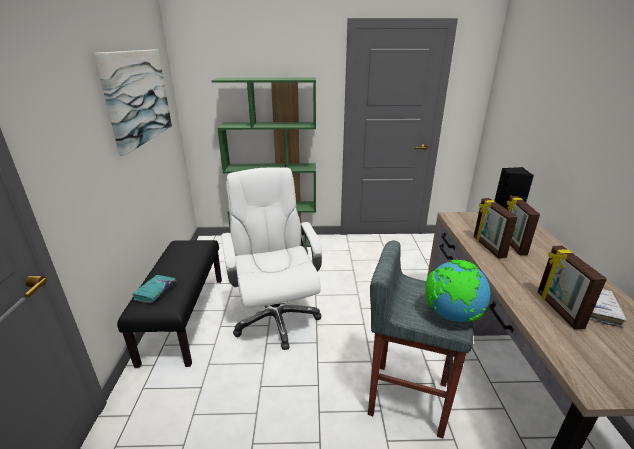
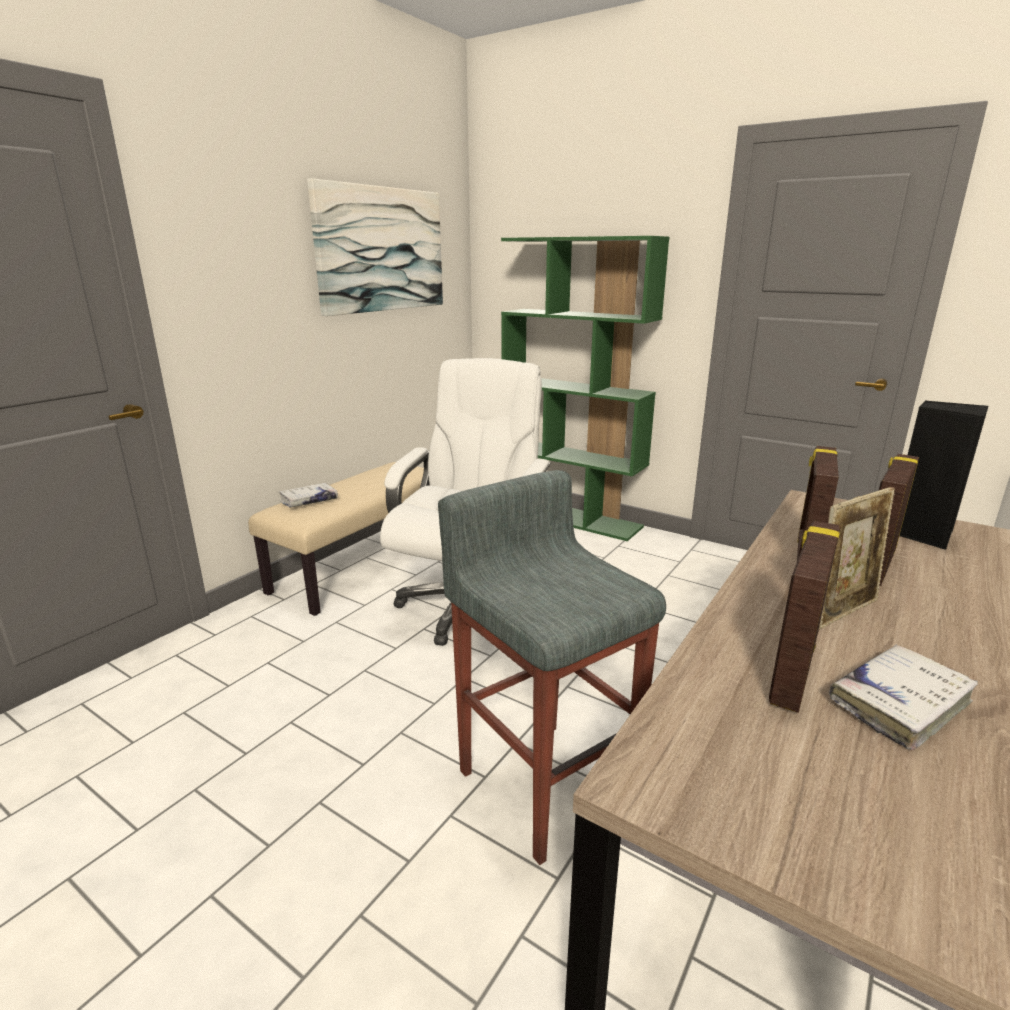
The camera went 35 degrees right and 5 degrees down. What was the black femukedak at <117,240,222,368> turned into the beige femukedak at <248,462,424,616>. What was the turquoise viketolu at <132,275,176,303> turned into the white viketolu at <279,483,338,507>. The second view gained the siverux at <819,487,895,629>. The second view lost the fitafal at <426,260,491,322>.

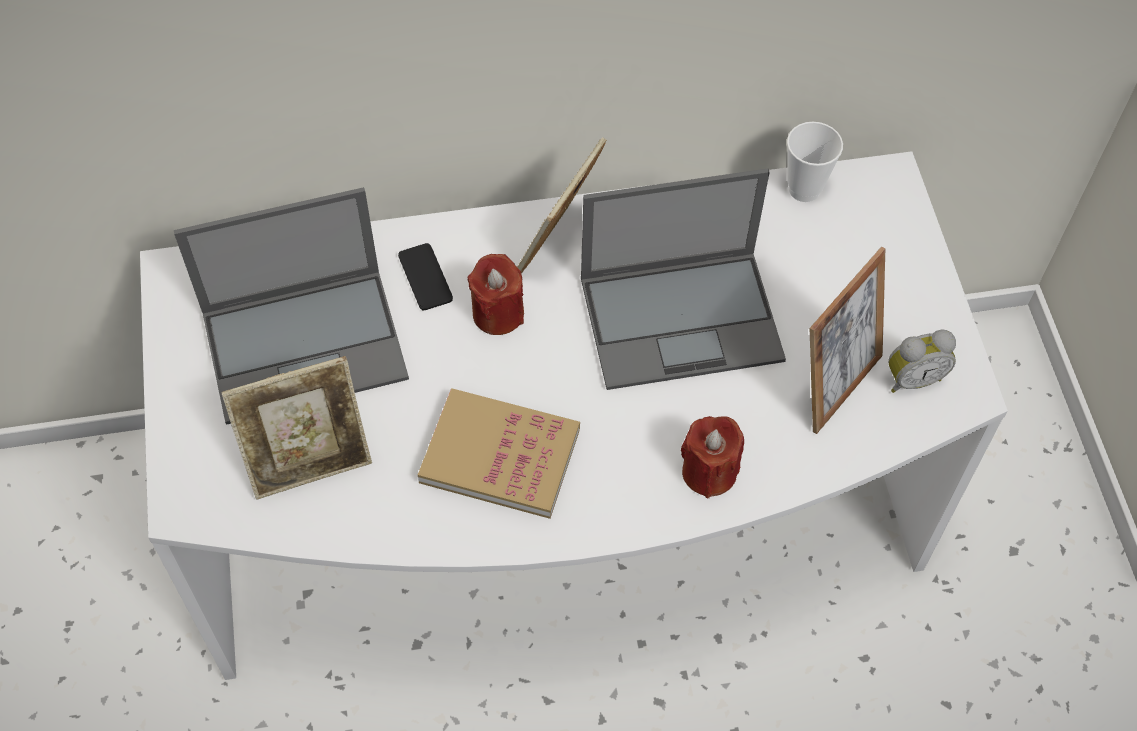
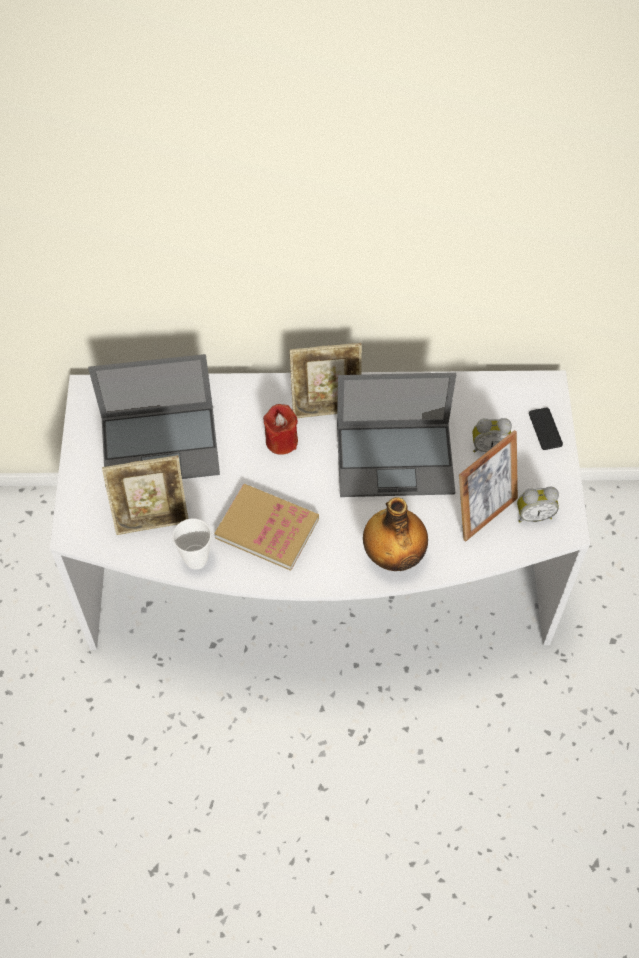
The camera went 10 degrees right and 0 degrees up. The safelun ended up elsewhere, having gone from <787,122,843,202> to <172,518,212,569>. The siverux at <517,137,606,274> ended up facing another way, 135 degrees counterclockwise from before. Where the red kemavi stood at <681,416,744,498>, the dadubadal came to stand at <363,497,428,571>. The second view gained the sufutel at <473,418,512,453>. The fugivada ended up elsewhere, having gone from <398,243,453,311> to <529,408,563,450>.

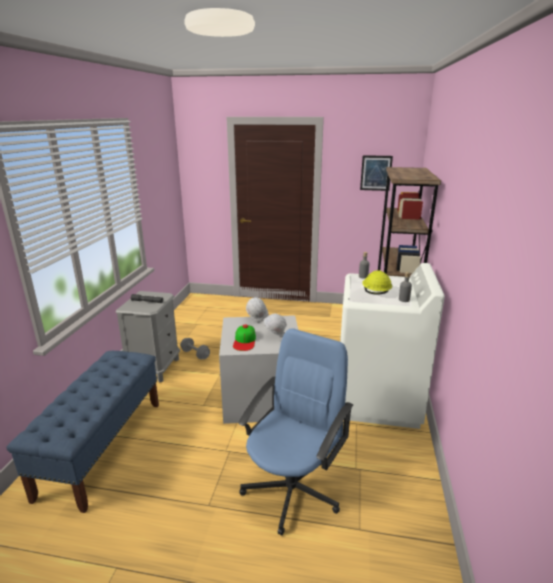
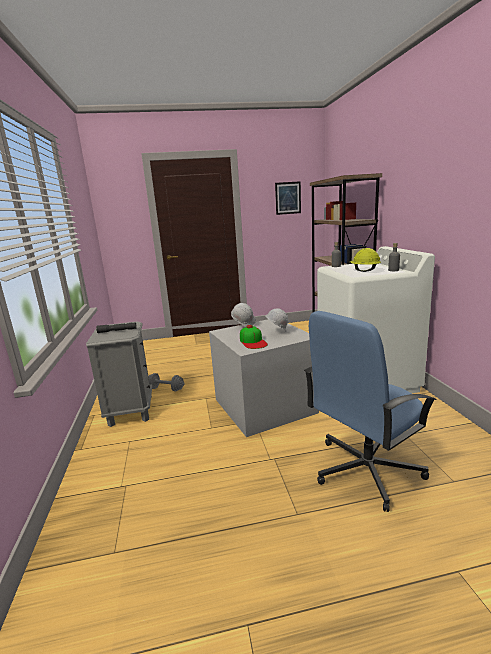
The camera went 20 degrees left and 5 degrees down. The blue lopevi at <238,329,353,536> ended up facing another way, 135 degrees counterclockwise from before. The second view lost the blue femukedak at <7,351,159,513>.

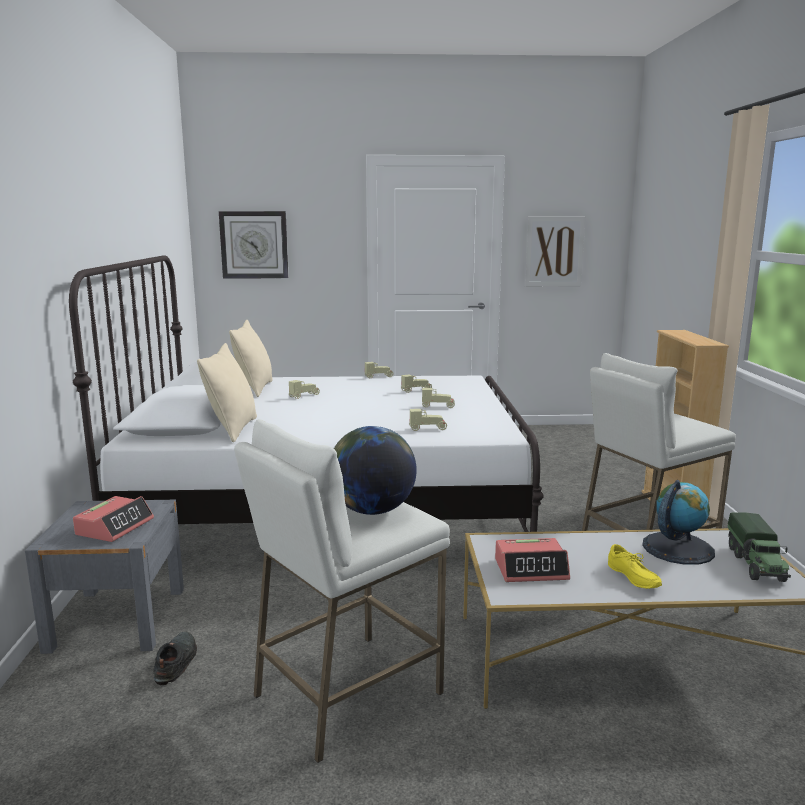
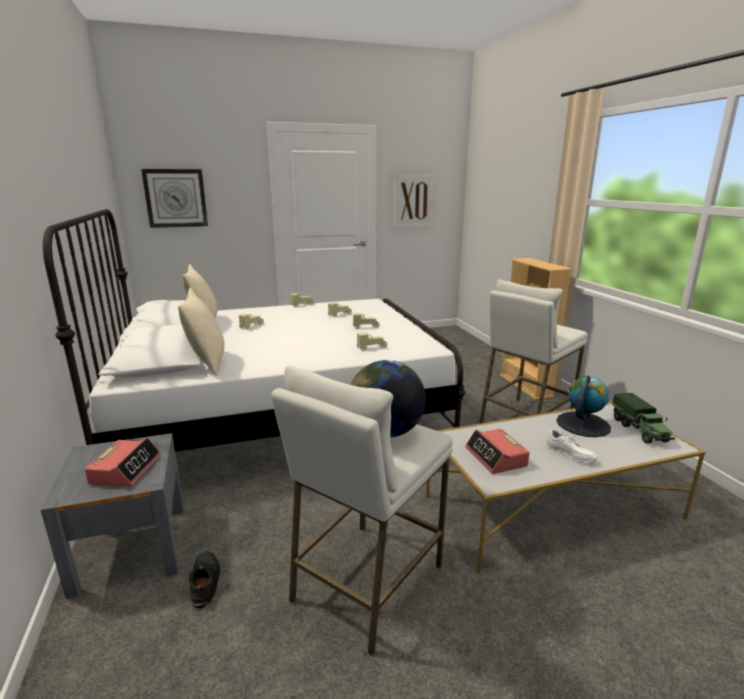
The camera went 15 degrees left and 5 degrees up. The sufutel at <495,538,570,582> ended up facing another way, 90 degrees clockwise from before. What was the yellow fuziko at <608,544,662,589> turned into the white fuziko at <547,429,597,463>.

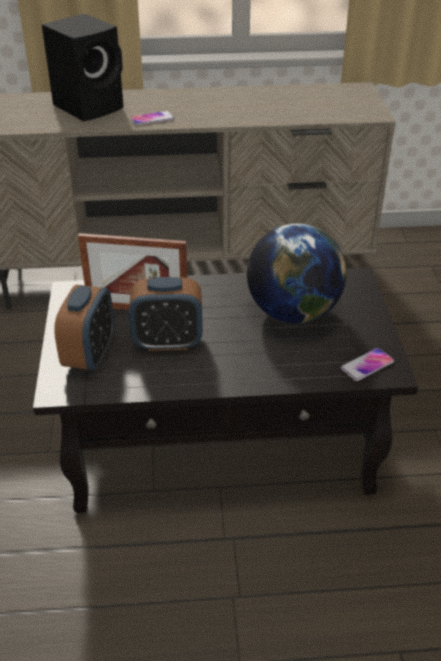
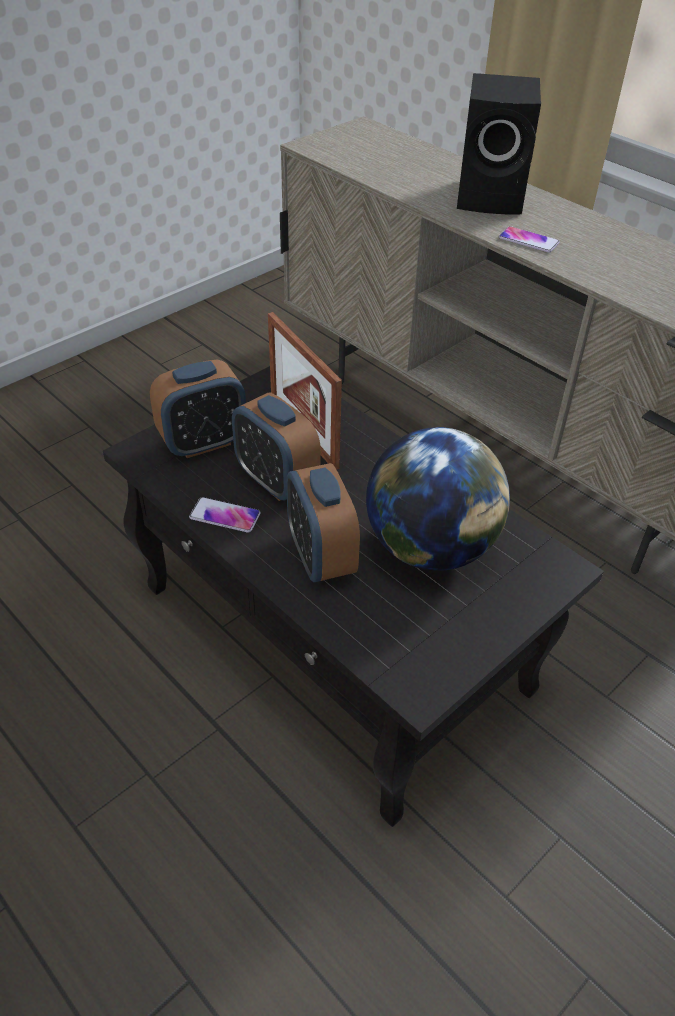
The camera went 50 degrees right and 5 degrees up. The fugivada ended up elsewhere, having gone from <340,348,394,381> to <189,497,261,533>. The second view gained the sufutel at <286,463,360,582>.

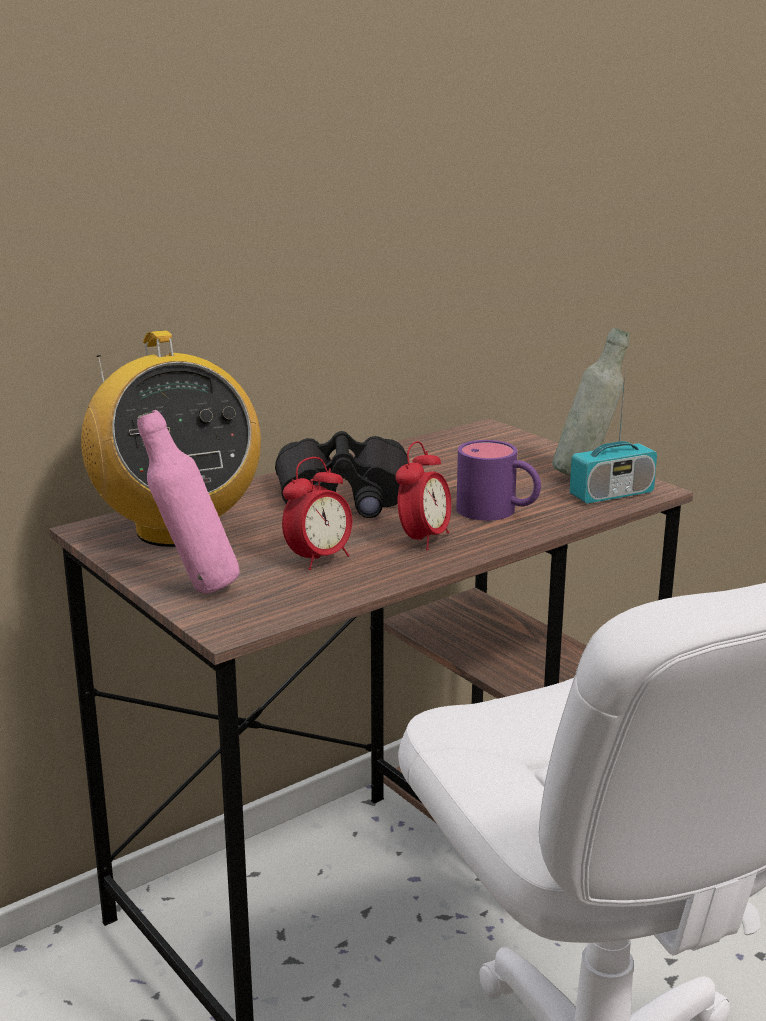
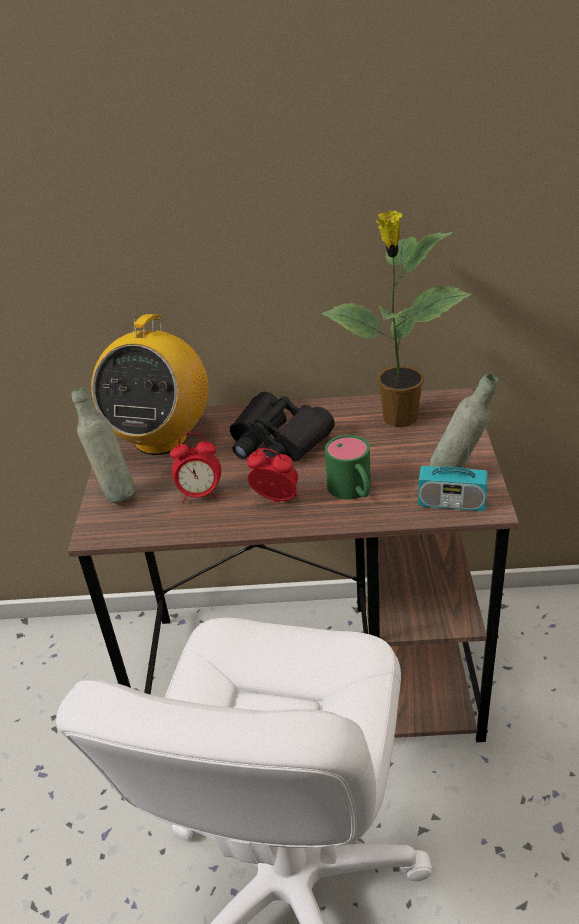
The camera went 40 degrees right and 15 degrees up. What was the pink dadubadal at <137,410,239,594> turned into the grey dadubadal at <71,387,136,503>. The sufutel at <395,441,451,550> ended up facing another way, 135 degrees counterclockwise from before. The second view gained the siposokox at <321,210,472,427>. What was the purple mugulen at <456,440,541,521> turned into the green mugulen at <325,435,371,500>.

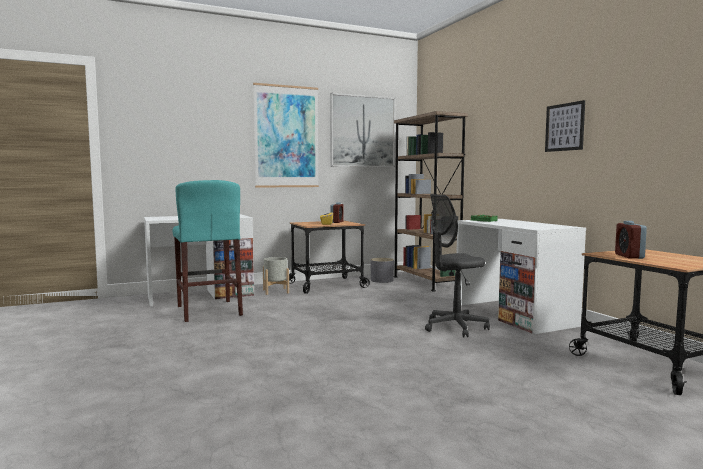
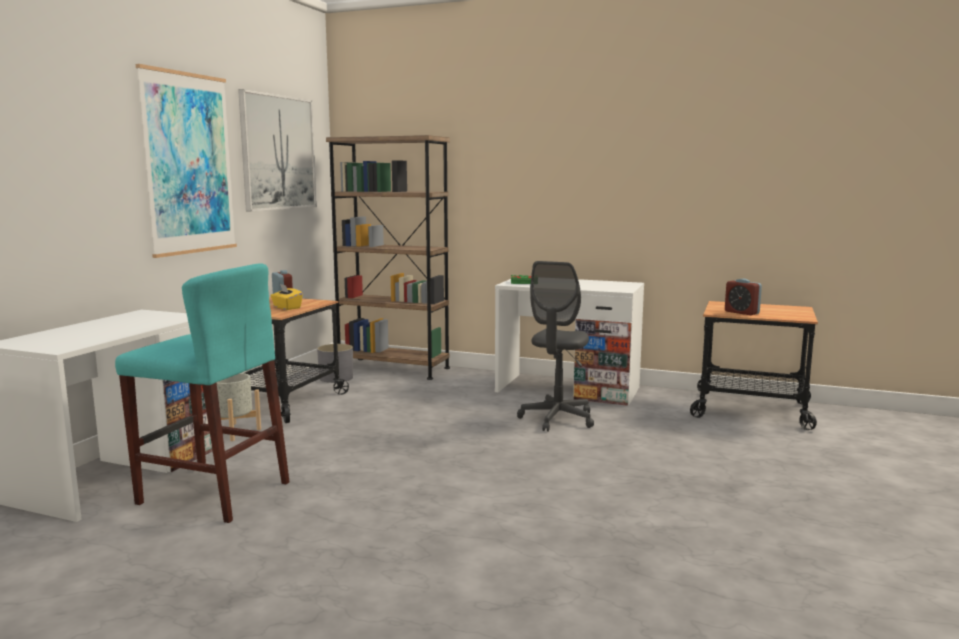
The camera went 45 degrees left and 5 degrees up. The second view lost the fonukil at <545,100,585,152>.

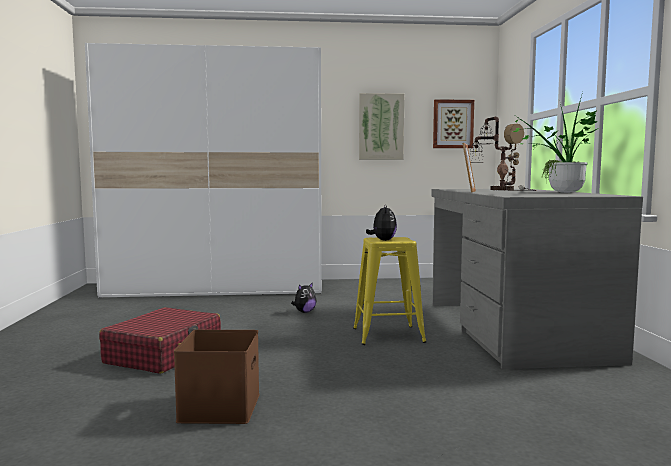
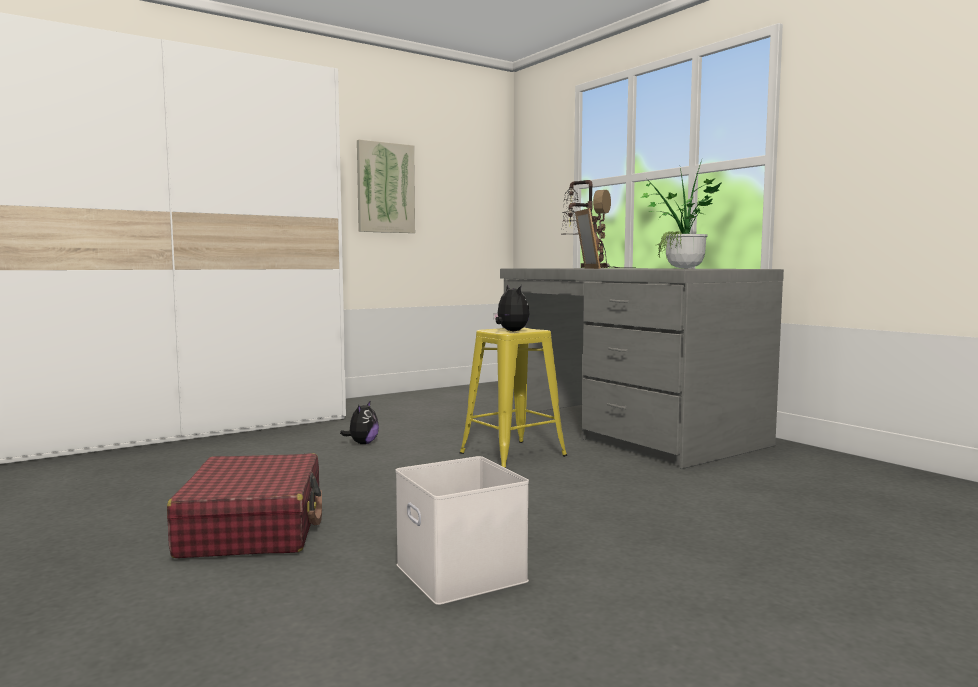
The camera went 30 degrees left and 0 degrees up. What was the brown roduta at <174,330,260,424> turned into the white roduta at <395,456,529,605>. The second view lost the fonukil at <433,99,474,148>.

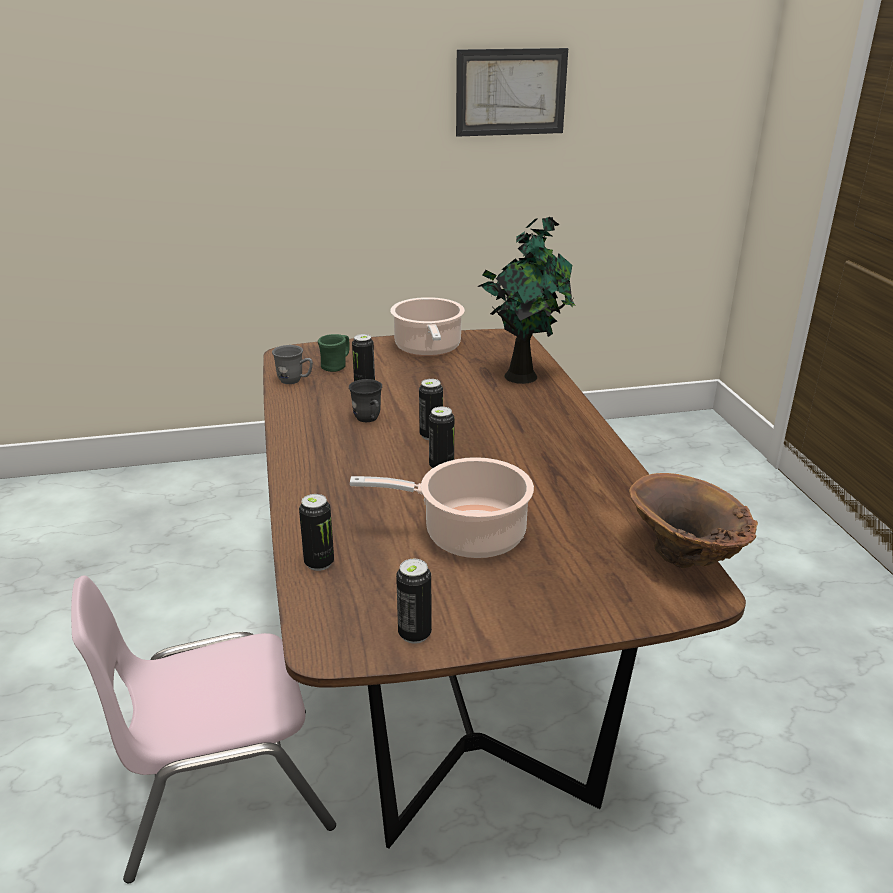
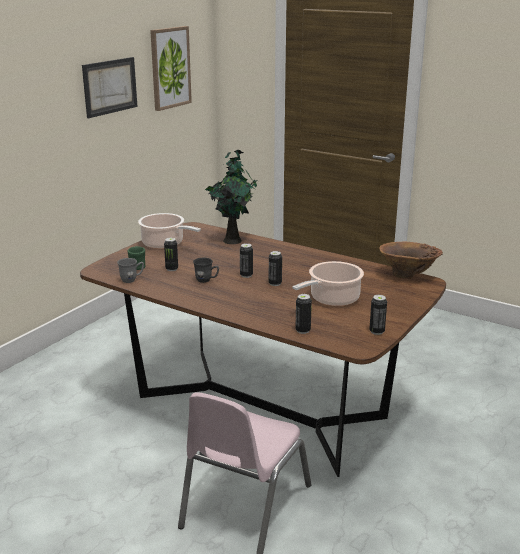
The camera went 45 degrees left and 5 degrees down. The second view gained the fonukil at <150,26,192,111>.

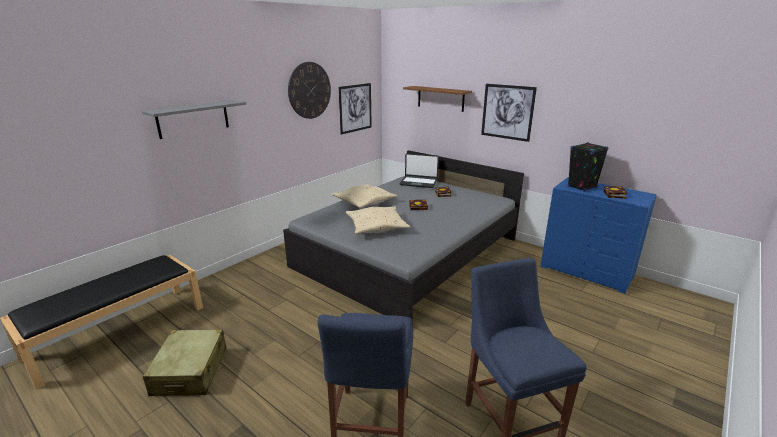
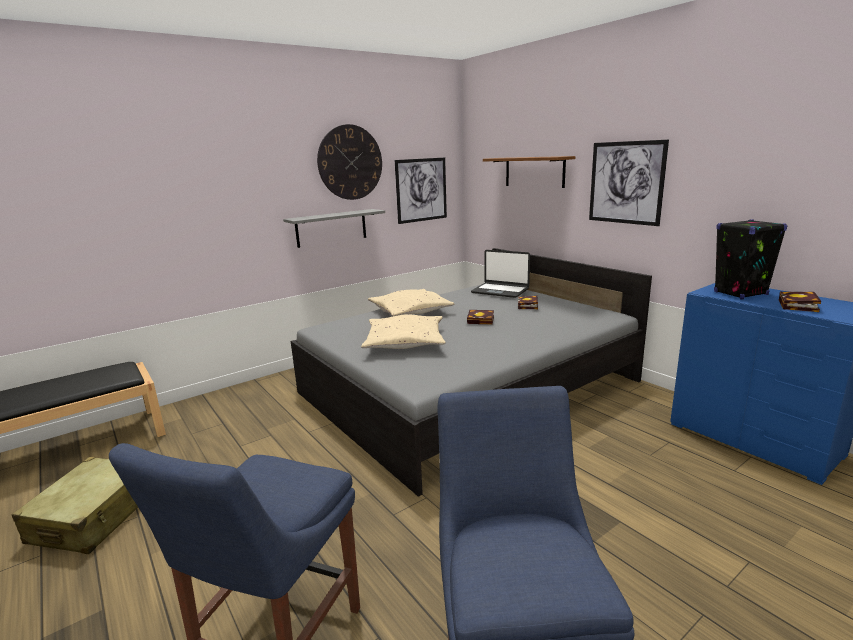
The camera went 15 degrees right and 5 degrees down. The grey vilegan ended up elsewhere, having gone from <142,100,246,139> to <283,209,385,248>.

